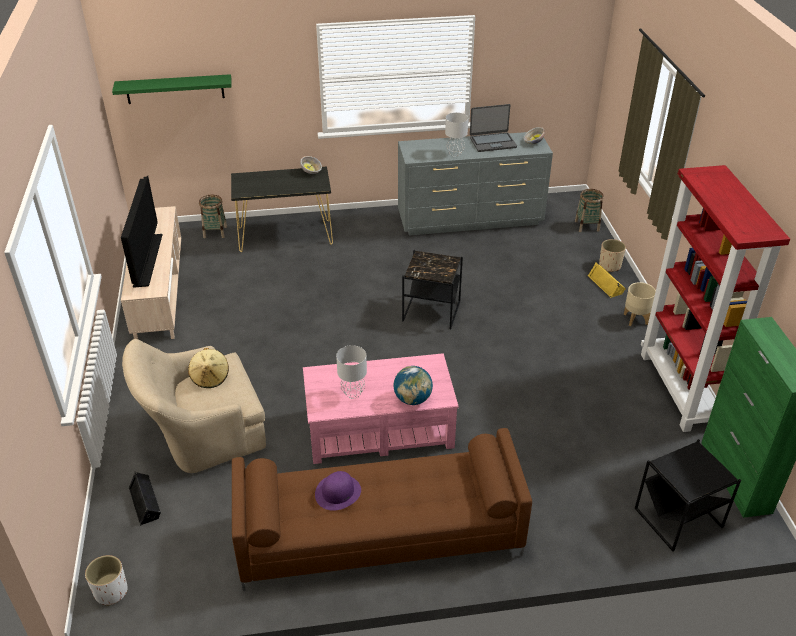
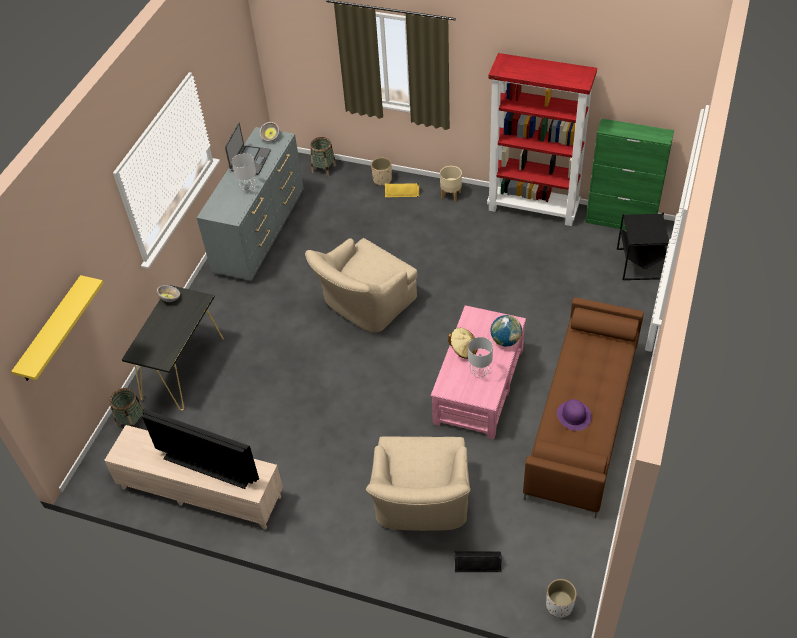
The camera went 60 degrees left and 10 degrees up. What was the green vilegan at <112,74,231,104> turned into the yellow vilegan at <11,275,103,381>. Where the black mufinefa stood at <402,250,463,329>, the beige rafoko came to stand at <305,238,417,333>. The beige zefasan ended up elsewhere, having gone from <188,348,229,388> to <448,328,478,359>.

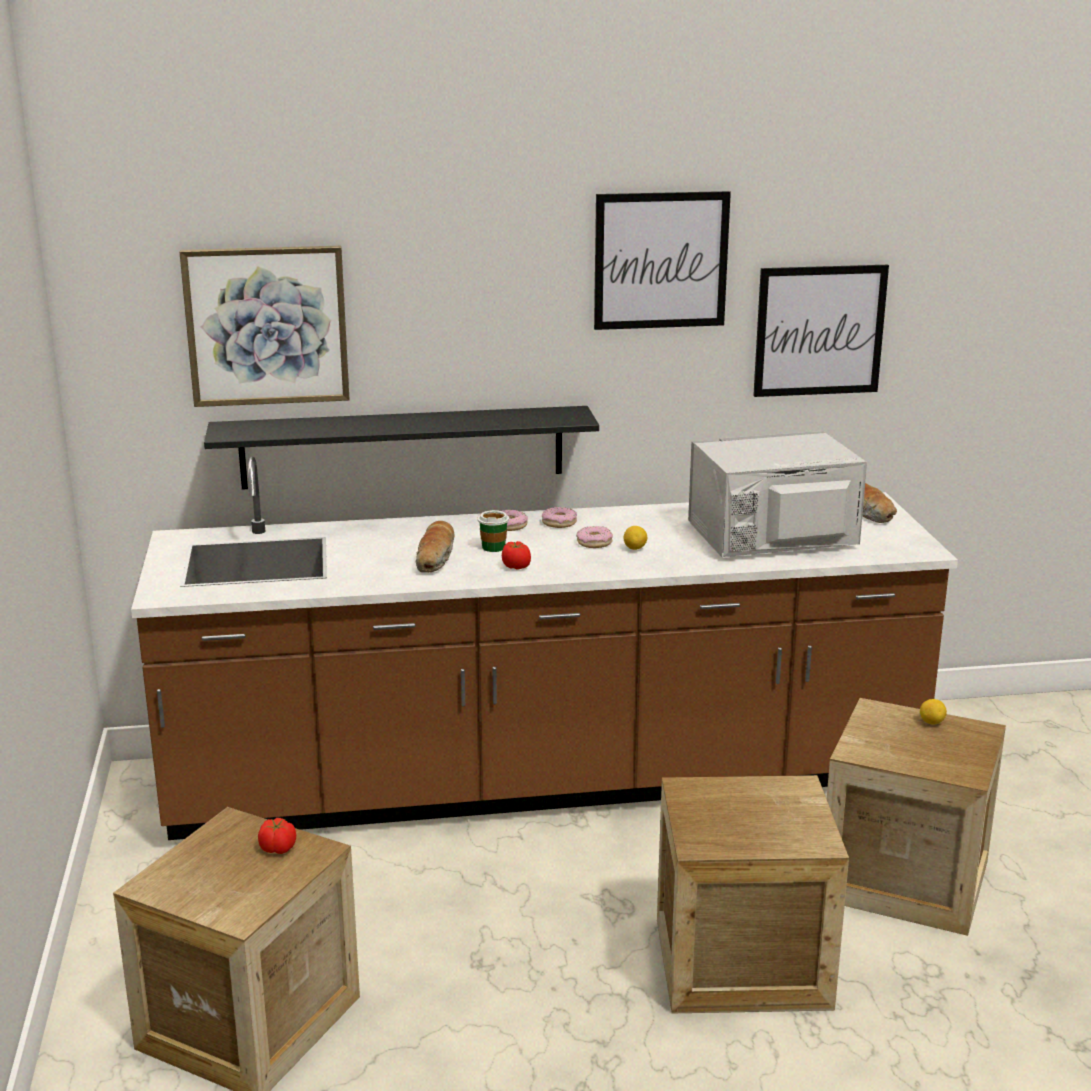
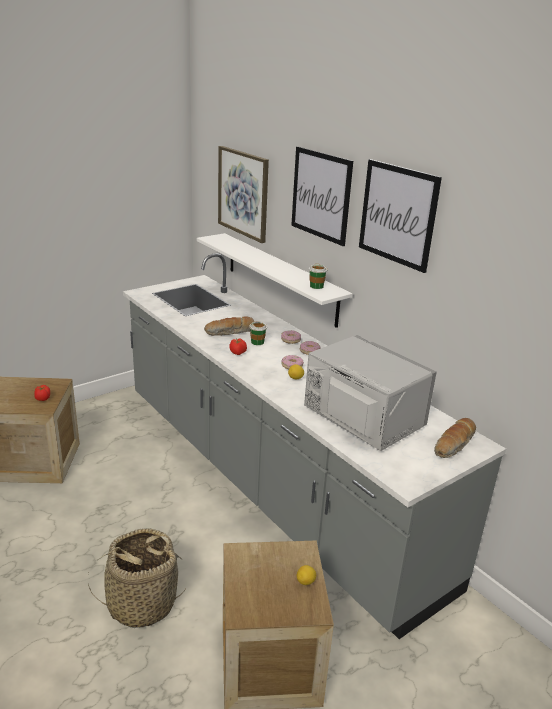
The camera went 60 degrees right and 5 degrees up. Where the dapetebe stood at <657,775,849,1013>, the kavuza came to stand at <88,528,186,628>. What was the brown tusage at <131,457,958,840> turned into the grey tusage at <123,253,506,639>. What was the black vilegan at <204,406,599,490> turned into the white vilegan at <197,233,353,328>. The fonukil ended up elsewhere, having gone from <753,265,889,397> to <291,146,353,246>. The second view gained the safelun at <309,263,328,289>.

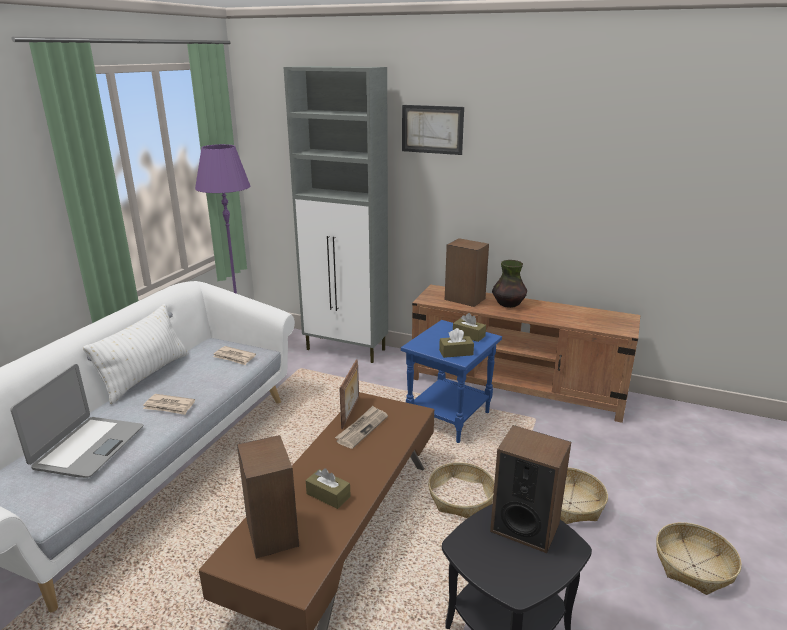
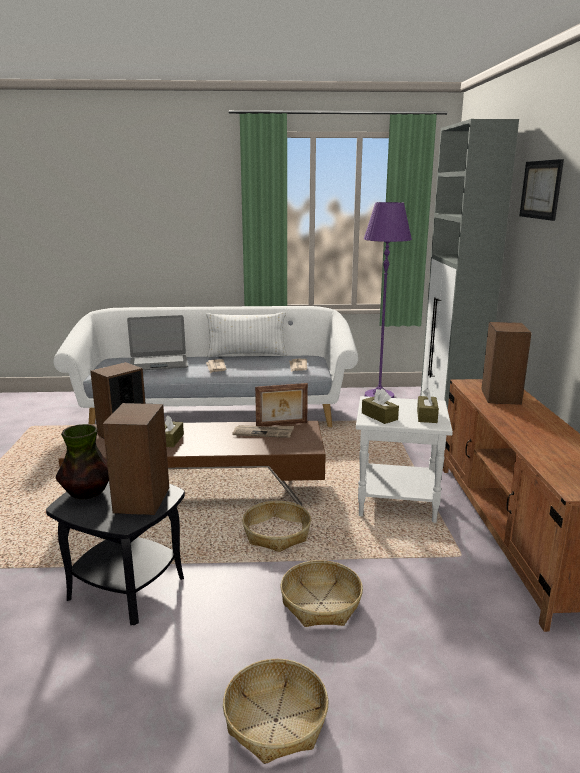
The camera went 65 degrees right and 5 degrees down. The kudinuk ended up elsewhere, having gone from <492,260,527,308> to <56,424,109,499>. What was the blue mufinefa at <401,320,502,443> turned into the white mufinefa at <356,396,453,523>.

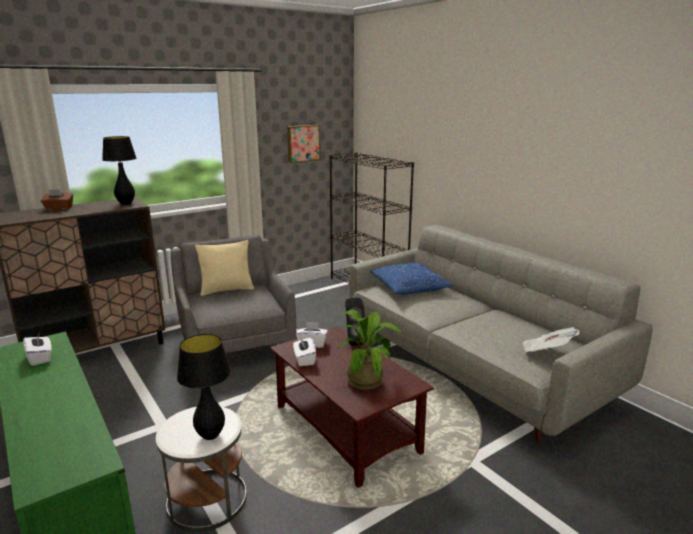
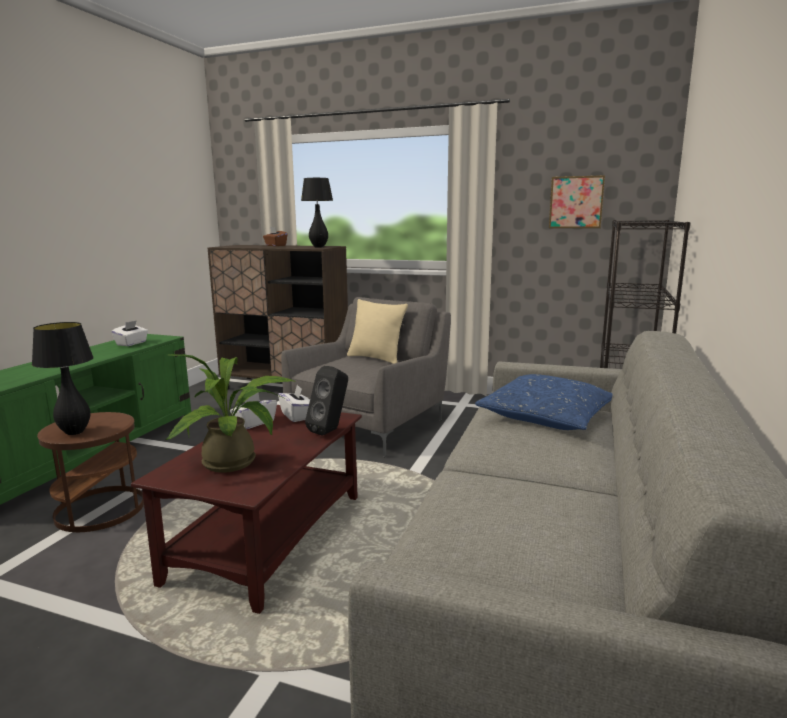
The camera went 55 degrees right and 5 degrees down. What was the white mufinefa at <156,406,247,532> turned into the brown mufinefa at <37,412,144,532>. The second view lost the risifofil at <523,327,580,353>.

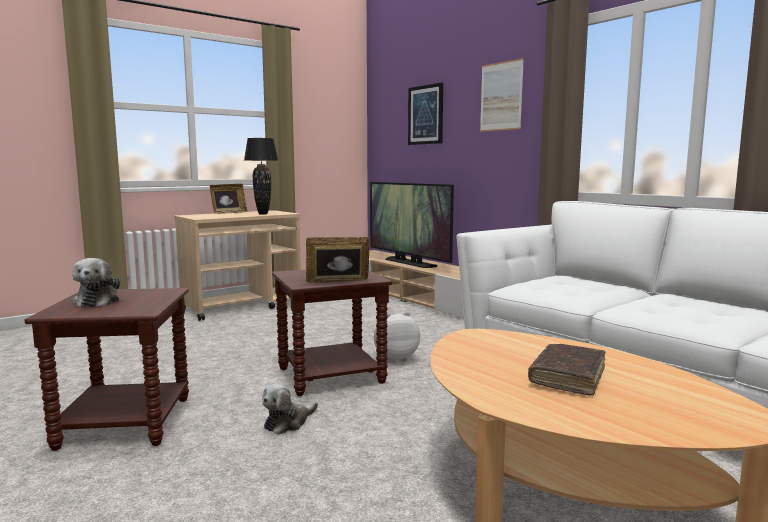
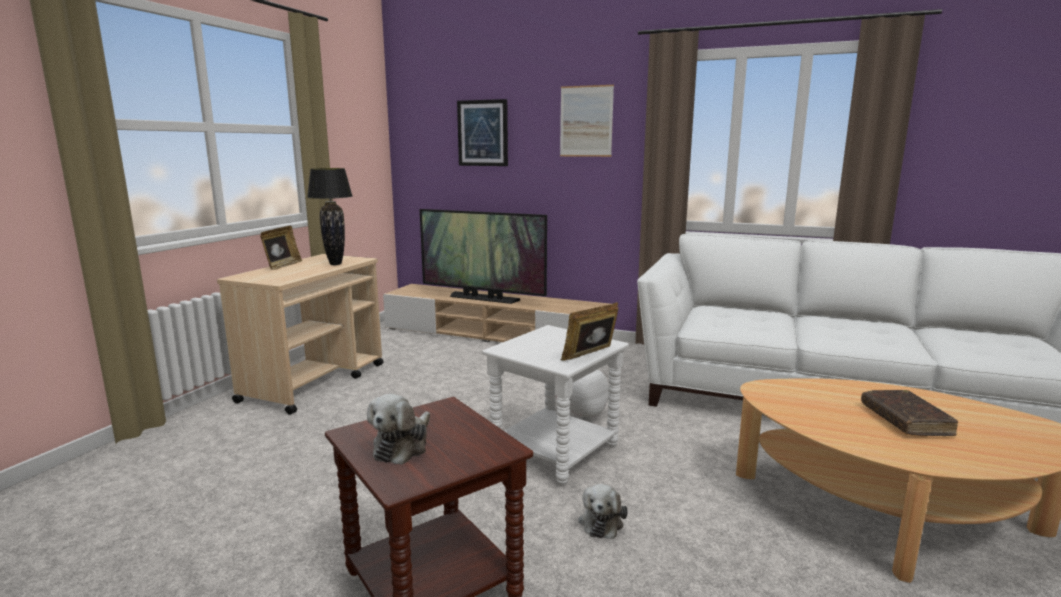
The camera went 30 degrees left and 5 degrees up. The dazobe at <72,258,120,307> ended up facing another way, 60 degrees clockwise from before. What was the brown mufinefa at <272,270,392,396> turned into the white mufinefa at <482,325,629,486>.

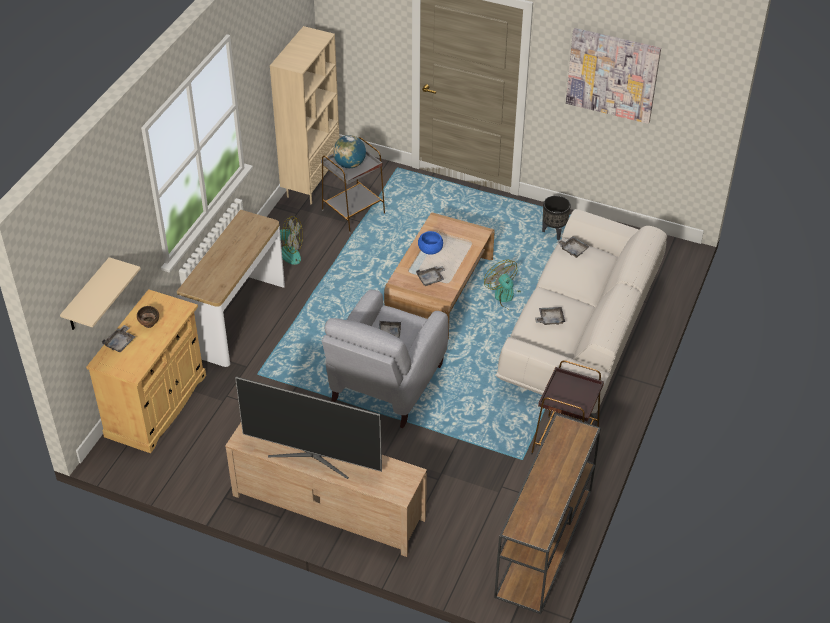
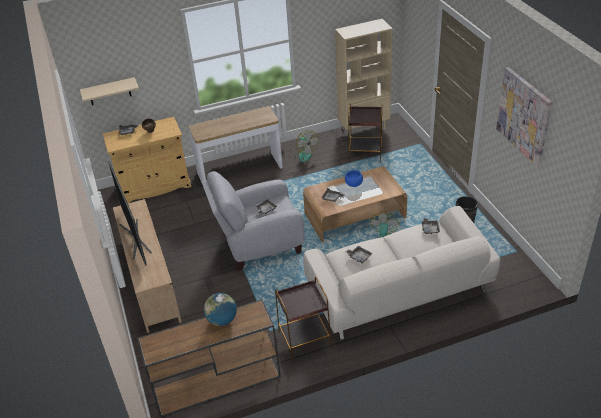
The camera went 50 degrees right and 5 degrees down. The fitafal ended up elsewhere, having gone from <333,135,366,168> to <204,293,237,326>. What was the grey mufinefa at <321,137,385,233> turned into the brown mufinefa at <348,103,382,162>.

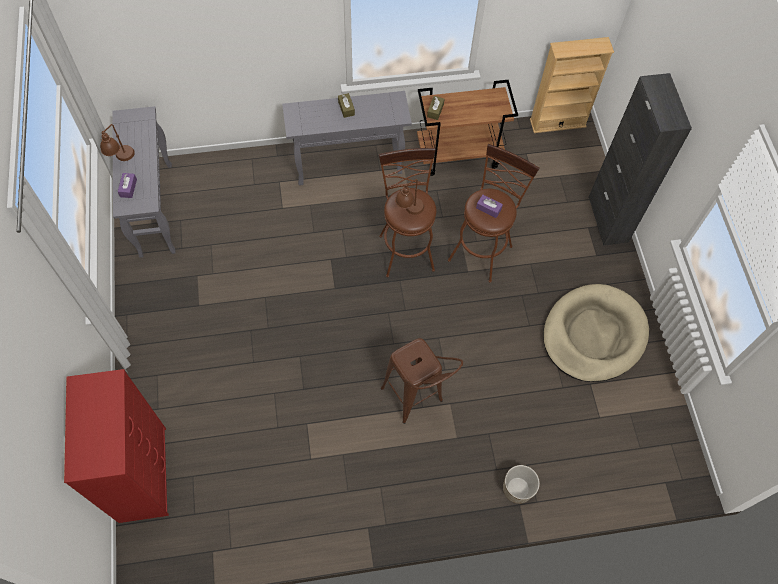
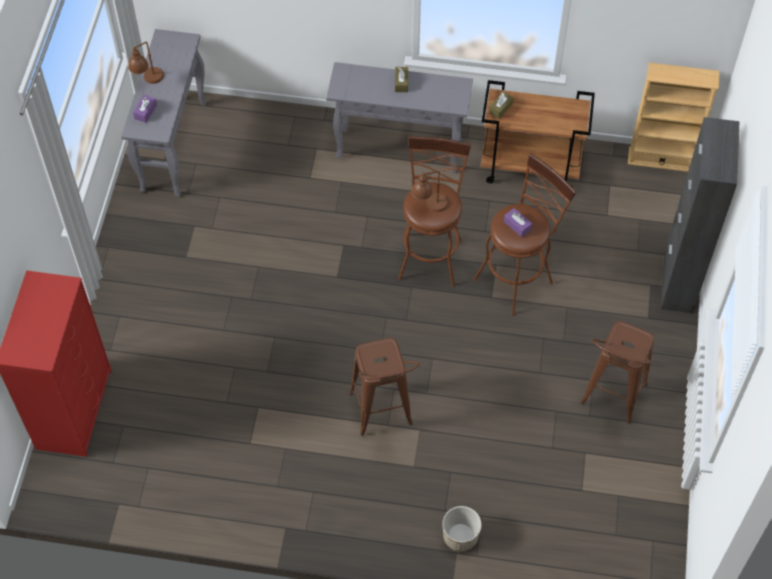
The camera went 20 degrees right and 5 degrees down. Where the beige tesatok stood at <543,284,649,382>, the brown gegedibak came to stand at <581,321,654,424>.

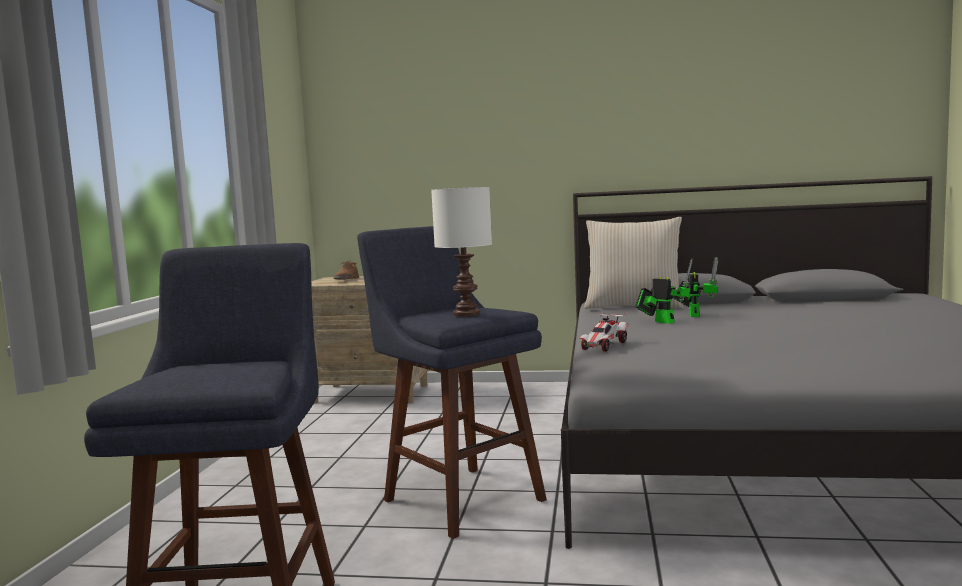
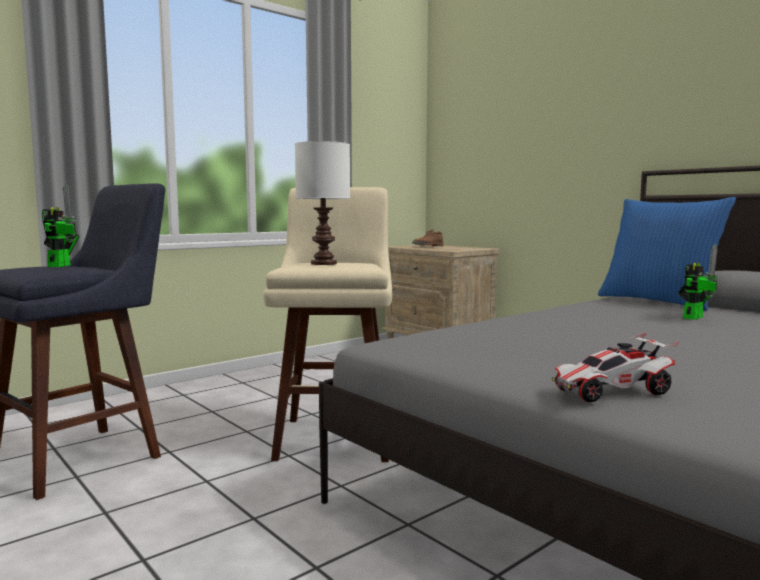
The camera went 40 degrees right and 0 degrees up. The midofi ended up elsewhere, having gone from <635,259,693,324> to <42,184,80,267>. What was the blue gegedibak at <357,226,547,539> turned into the beige gegedibak at <263,187,392,462>. The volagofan ended up elsewhere, having gone from <579,311,629,352> to <552,332,679,402>. What was the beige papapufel at <584,217,684,309> turned into the blue papapufel at <598,197,736,311>.

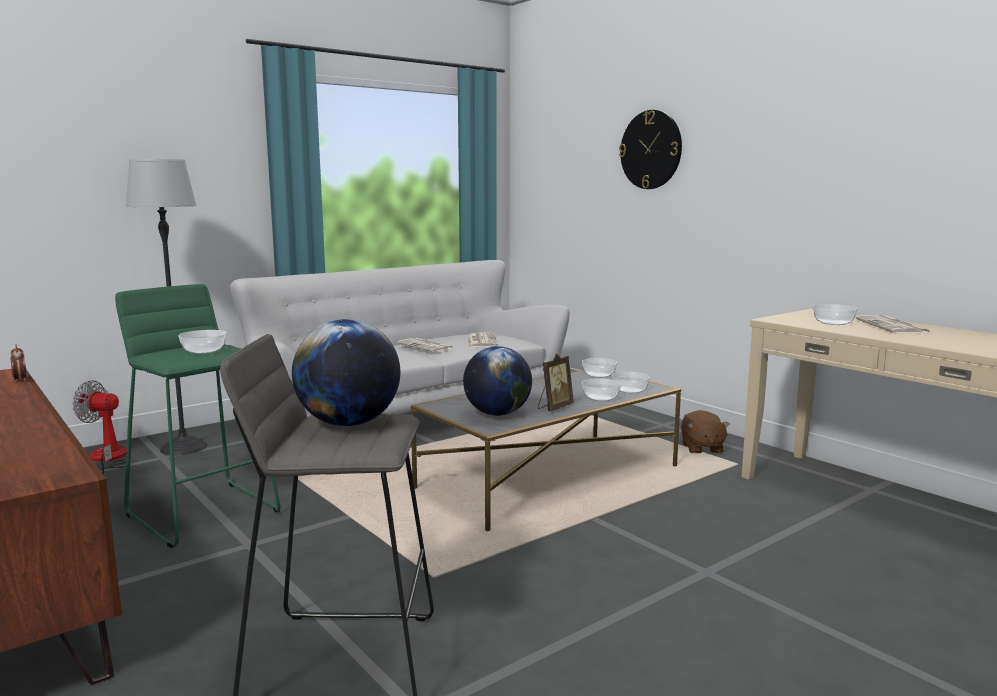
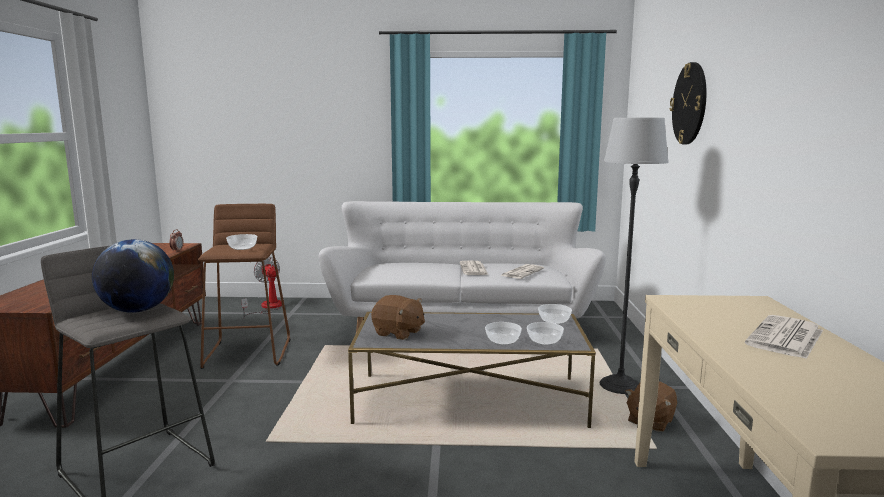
The camera went 40 degrees right and 0 degrees up. What was the green gegedibak at <115,284,280,548> turned into the brown gegedibak at <198,204,291,369>. Where the fitafal stood at <463,346,532,416>, the brown dazobe came to stand at <371,295,425,340>. The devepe ended up elsewhere, having gone from <126,159,207,455> to <600,118,669,395>. The second view lost the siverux at <538,354,574,411>. The second view lost the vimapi at <813,304,857,325>.

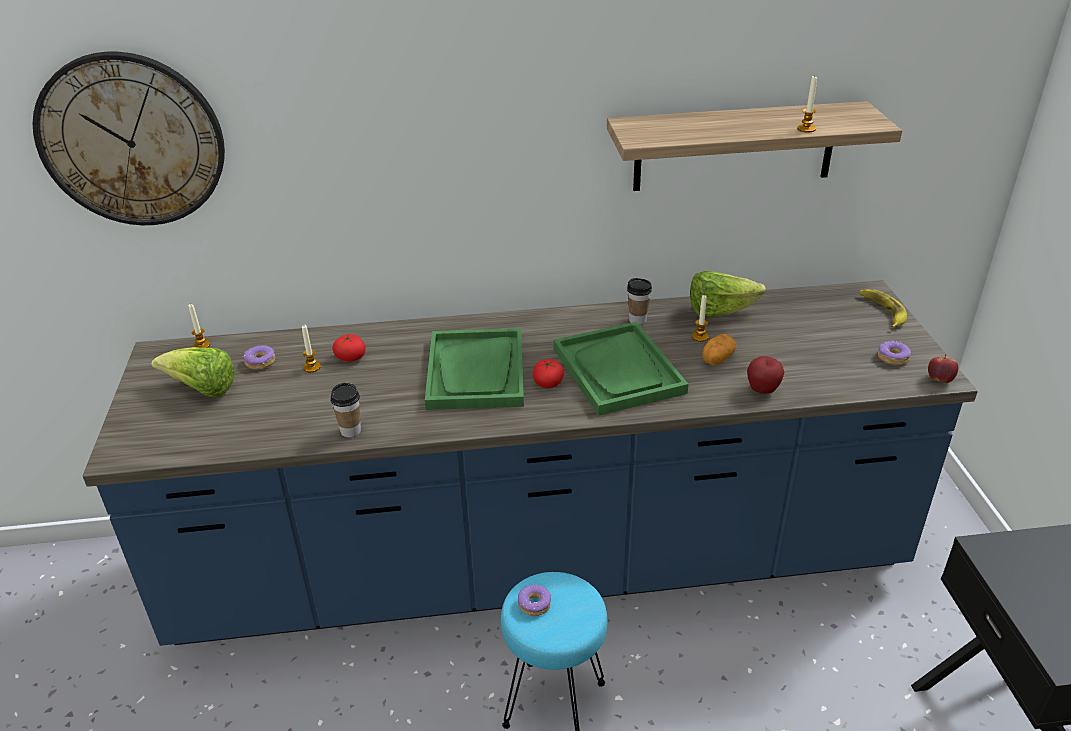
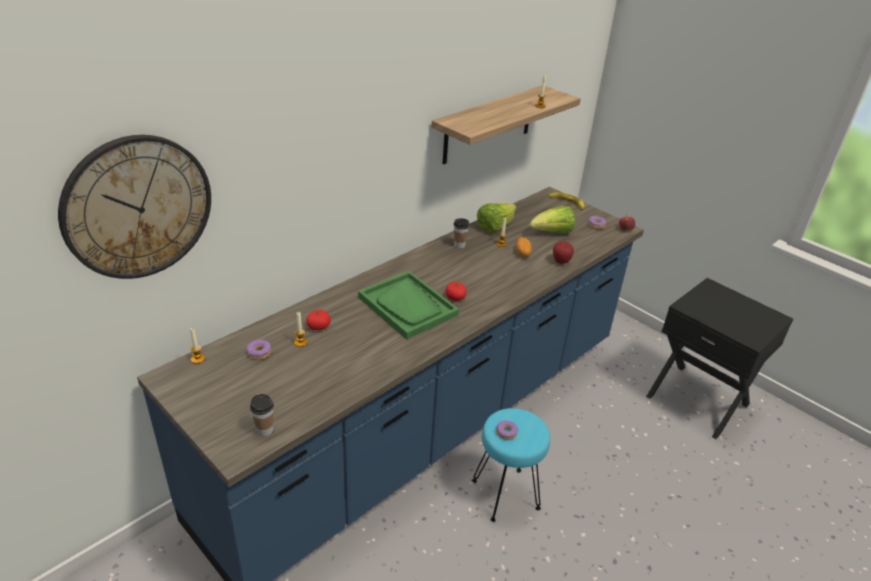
The camera went 40 degrees left and 0 degrees up. The safelun ended up elsewhere, having gone from <330,383,361,437> to <250,394,274,436>. The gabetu ended up elsewhere, having gone from <151,347,235,397> to <529,206,575,234>. The second view lost the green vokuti at <554,322,689,416>.

